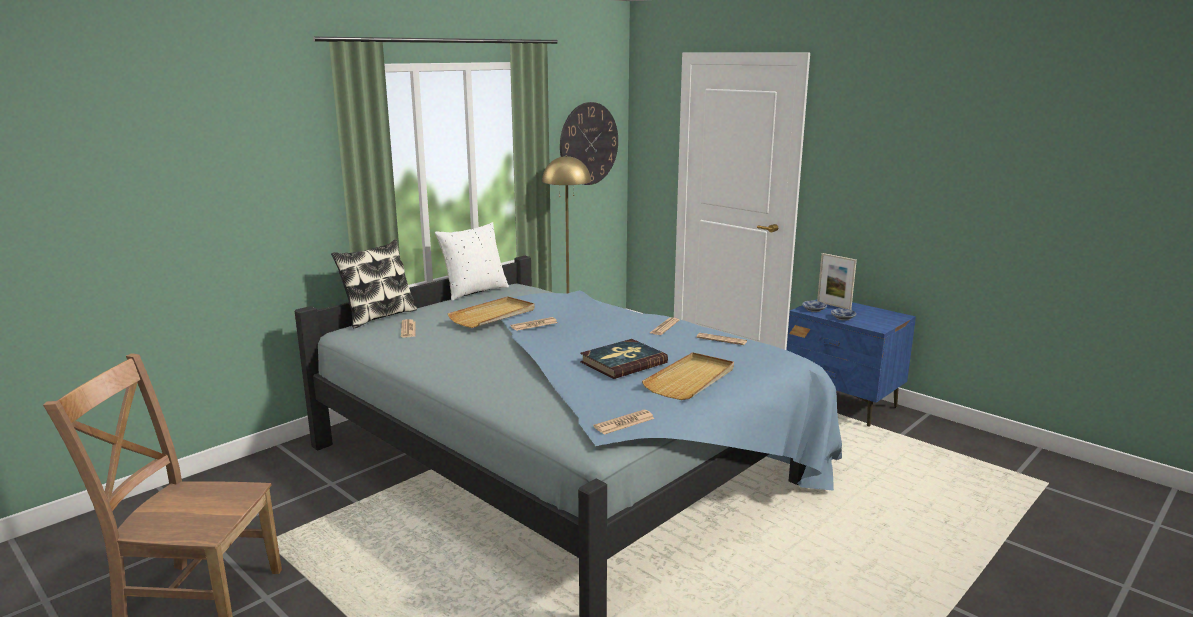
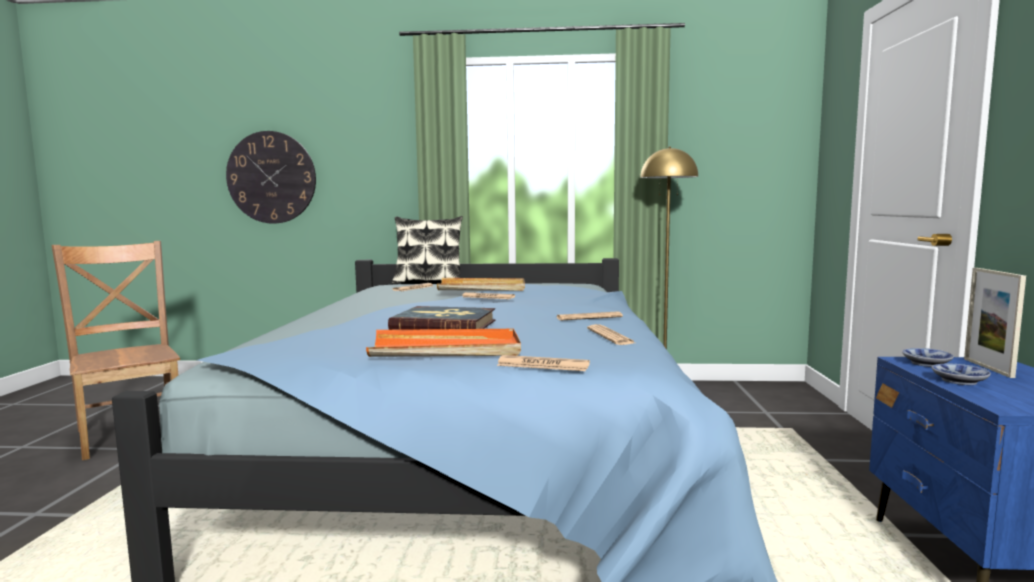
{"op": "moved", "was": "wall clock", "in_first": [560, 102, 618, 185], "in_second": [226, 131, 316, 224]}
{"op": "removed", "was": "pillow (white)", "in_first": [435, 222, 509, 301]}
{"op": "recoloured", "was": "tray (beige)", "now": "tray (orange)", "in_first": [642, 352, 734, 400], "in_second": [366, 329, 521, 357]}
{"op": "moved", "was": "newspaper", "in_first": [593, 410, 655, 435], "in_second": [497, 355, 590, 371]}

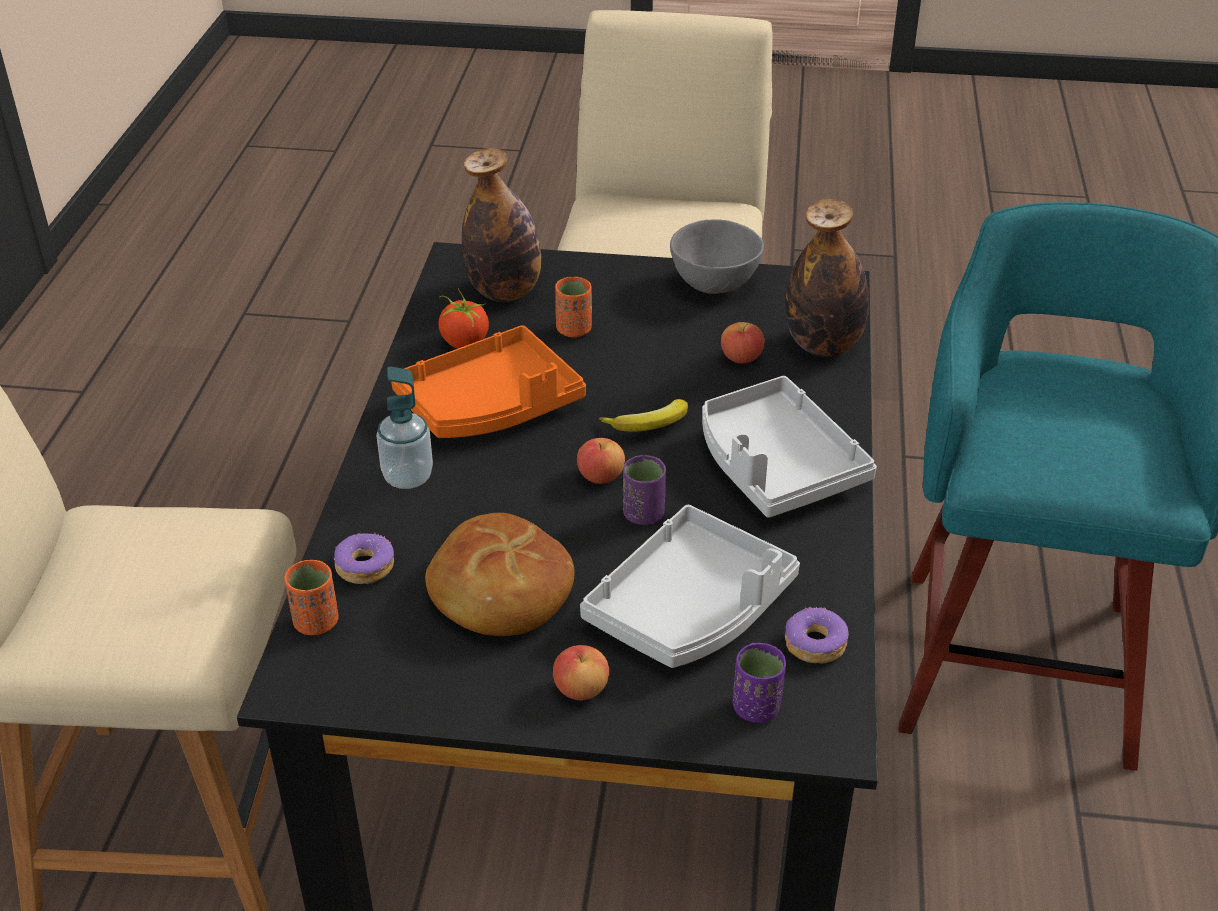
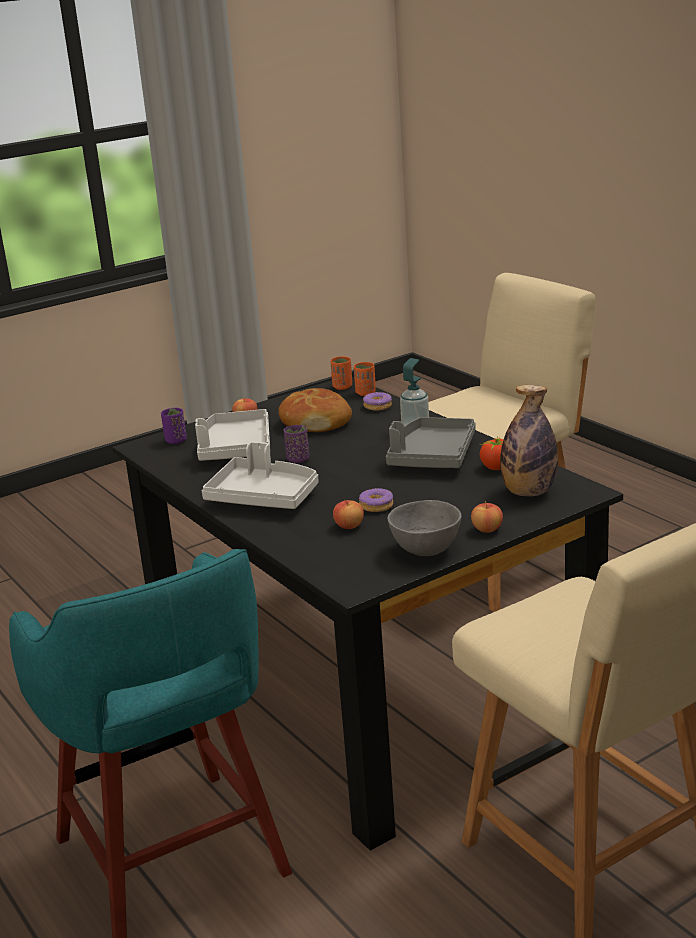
{"op": "removed", "was": "bottle", "in_first": [786, 199, 869, 357]}
{"op": "moved", "was": "cup (orange)", "in_first": [555, 277, 592, 337], "in_second": [330, 356, 352, 390]}
{"op": "recoloured", "was": "tray (orange)", "now": "tray (grey)", "in_first": [391, 325, 586, 438], "in_second": [386, 417, 475, 468]}
{"op": "removed", "was": "banana", "in_first": [599, 399, 688, 432]}
{"op": "moved", "was": "apple", "in_first": [577, 438, 625, 484], "in_second": [471, 501, 503, 533]}
{"op": "moved", "was": "donut", "in_first": [785, 607, 849, 664], "in_second": [359, 488, 393, 512]}

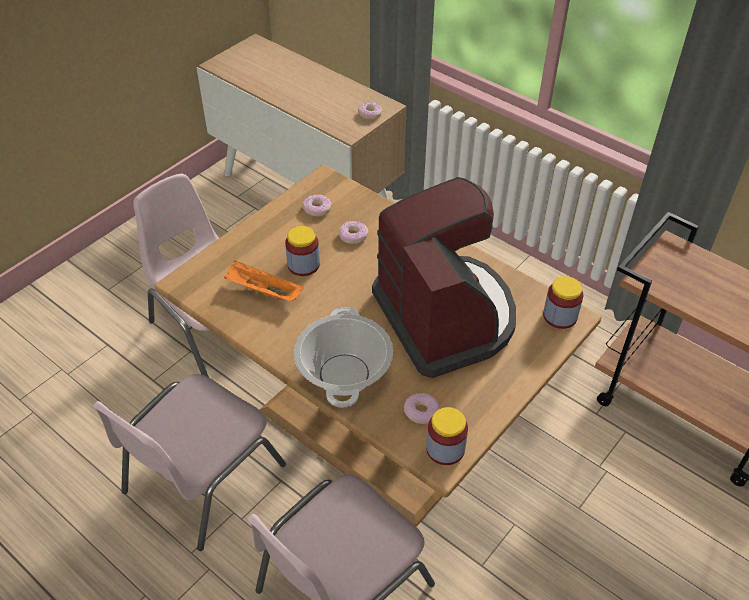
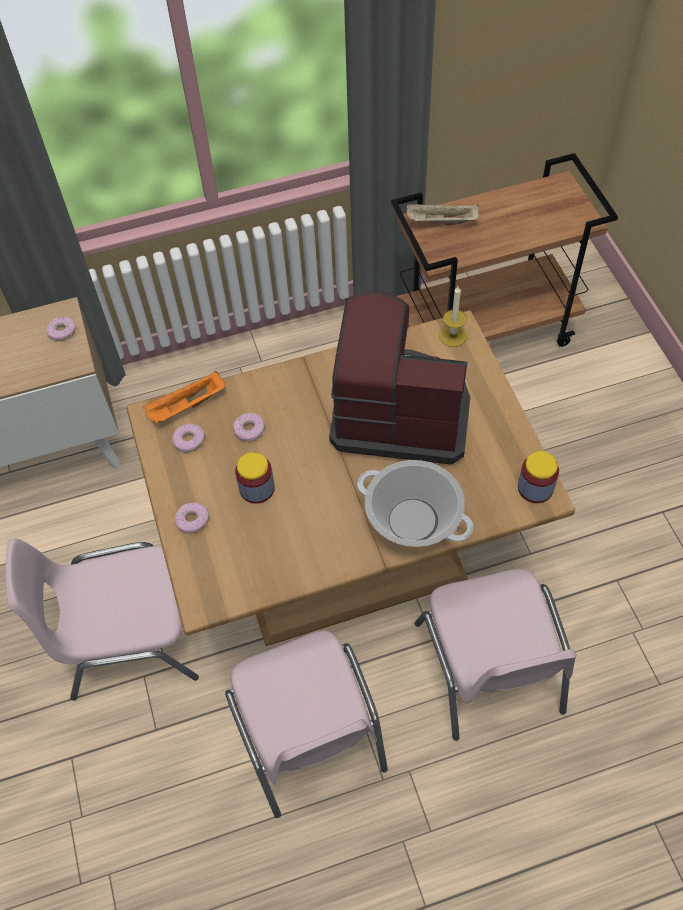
{"op": "moved", "was": "tray (orange)", "in_first": [224, 260, 304, 301], "in_second": [143, 371, 225, 424]}
{"op": "replaced", "was": "jar", "now": "candle", "in_first": [543, 276, 583, 329], "in_second": [439, 286, 467, 347]}
{"op": "moved", "was": "donut", "in_first": [404, 393, 440, 424], "in_second": [175, 502, 209, 534]}
{"op": "added", "now": "tray (beige)", "in_second": [407, 204, 479, 225]}

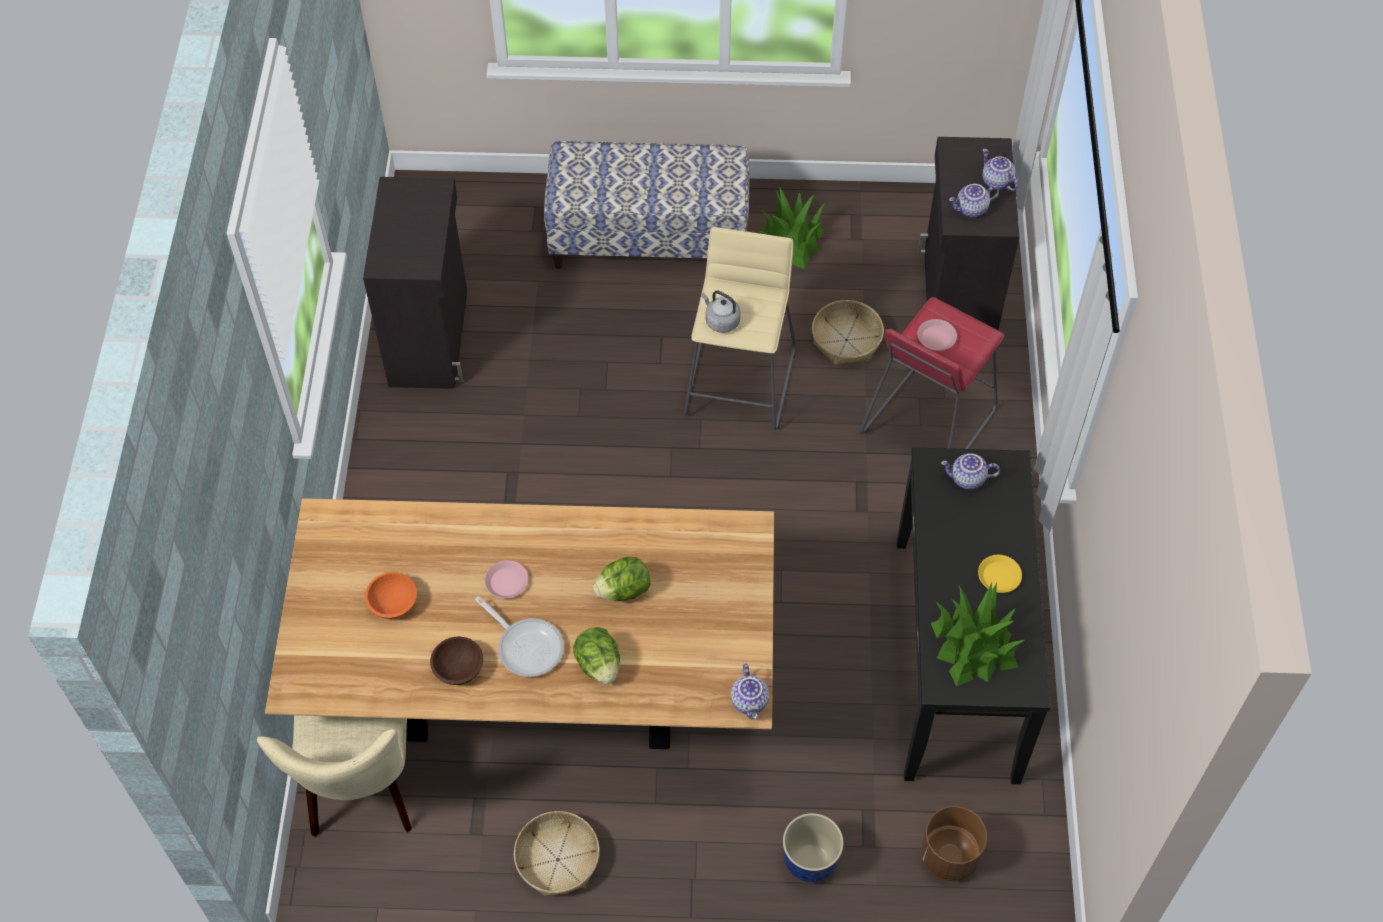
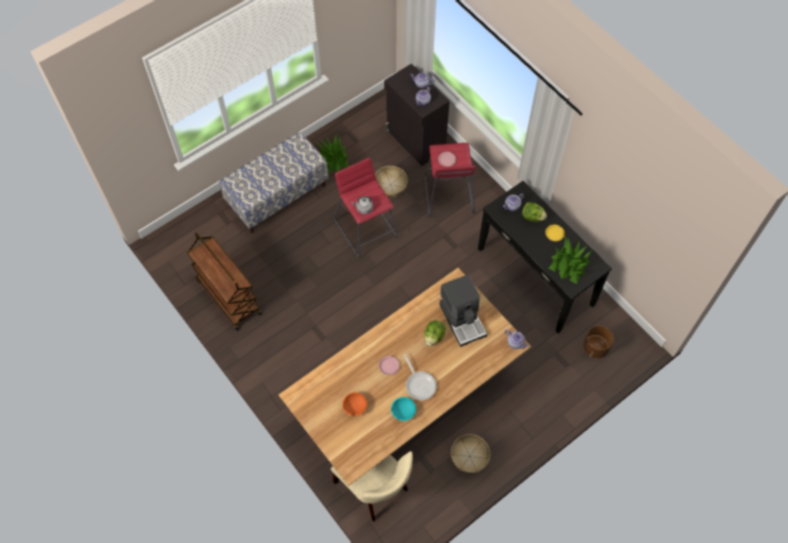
{"op": "replaced", "was": "cabinet (black)", "now": "cart (brown)", "in_first": [363, 177, 467, 389], "in_second": [187, 232, 262, 331]}
{"op": "recoloured", "was": "stool (beige)", "now": "stool (red)", "in_first": [684, 227, 796, 430], "in_second": [334, 157, 398, 257]}
{"op": "turned", "was": "frying pan", "in_first": [475, 596, 564, 677], "in_second": [403, 354, 437, 400], "clockwise": 60}
{"op": "moved", "was": "lettuce", "in_first": [573, 627, 620, 684], "in_second": [522, 202, 547, 222]}
{"op": "recoloured", "was": "bowl (brown)", "now": "bowl (turquoise)", "in_first": [430, 637, 483, 685], "in_second": [391, 397, 416, 421]}
{"op": "removed", "was": "planter", "in_first": [783, 813, 844, 882]}
{"op": "added", "now": "coffee machine", "in_second": [439, 274, 487, 347]}

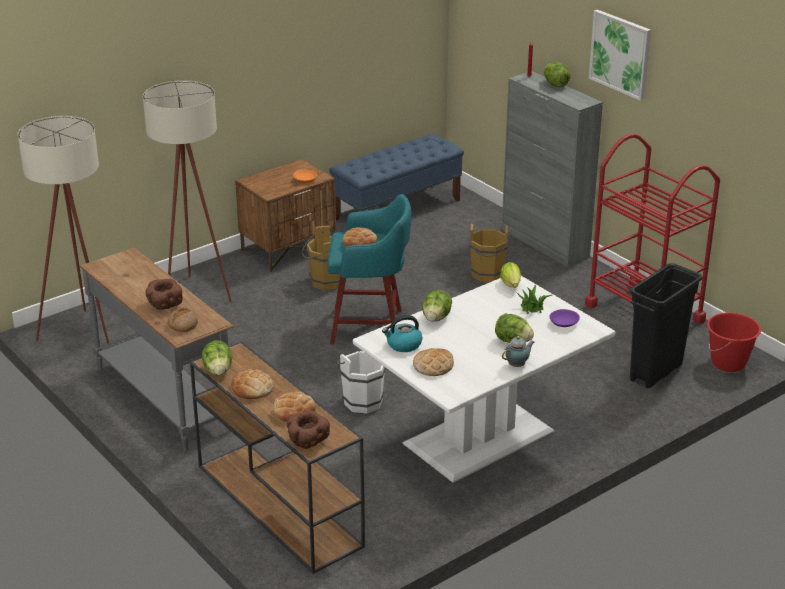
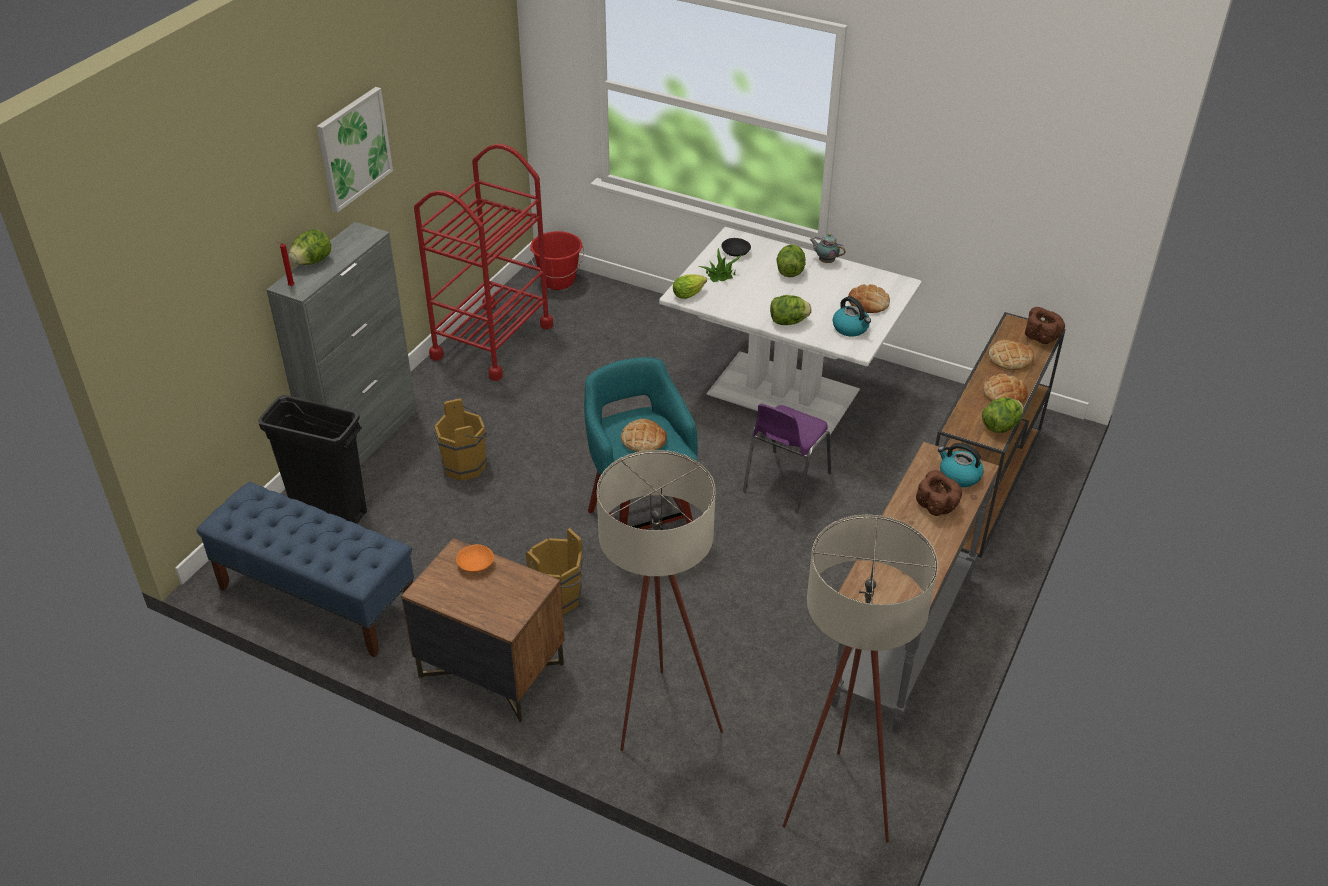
{"op": "moved", "was": "trash can (black)", "in_first": [630, 263, 703, 388], "in_second": [258, 395, 367, 524]}
{"op": "replaced", "was": "bread", "now": "kettle", "in_first": [168, 307, 198, 332], "in_second": [938, 443, 984, 487]}
{"op": "recoloured", "was": "bowl (purple)", "now": "bowl (black)", "in_first": [549, 309, 580, 327], "in_second": [722, 238, 751, 257]}
{"op": "replaced", "was": "bucket (white)", "now": "chair (purple)", "in_first": [337, 351, 386, 414], "in_second": [743, 403, 831, 513]}

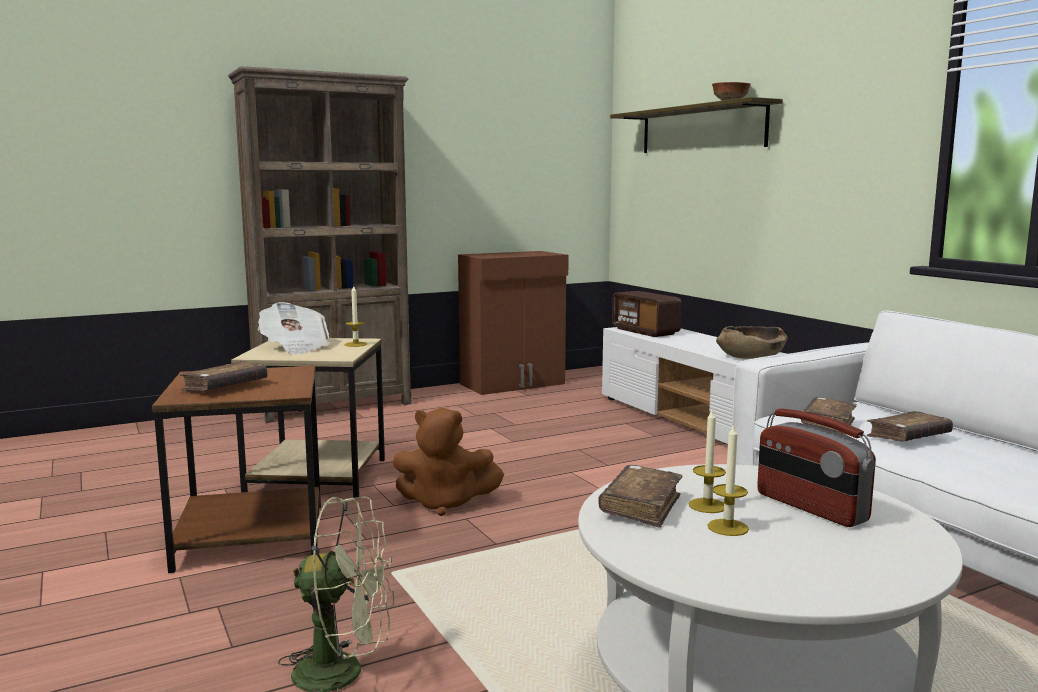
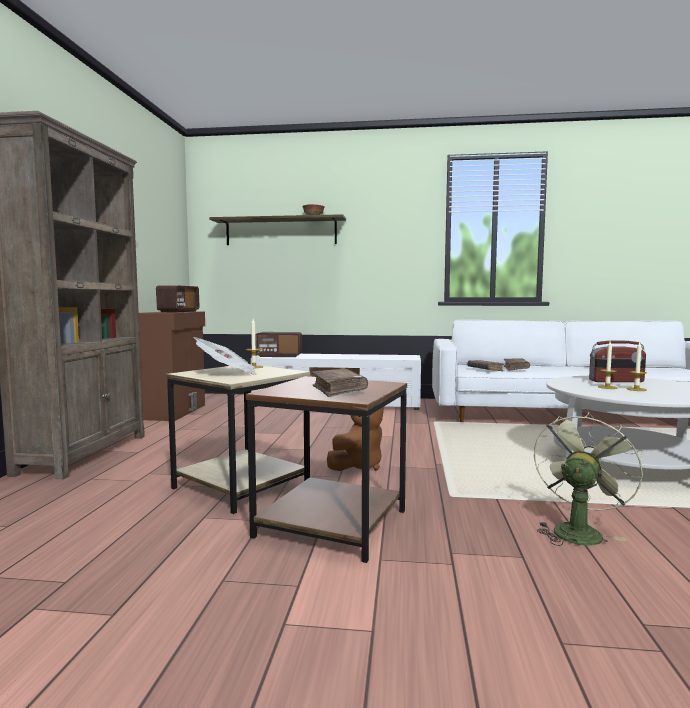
{"op": "removed", "was": "bowl (brown)", "in_first": [716, 326, 788, 359]}
{"op": "removed", "was": "book (brown)", "in_first": [598, 465, 682, 528]}
{"op": "added", "now": "radio", "in_second": [156, 285, 199, 312]}

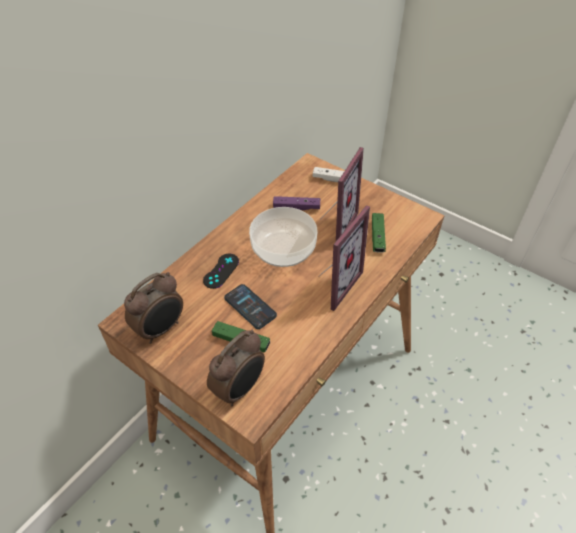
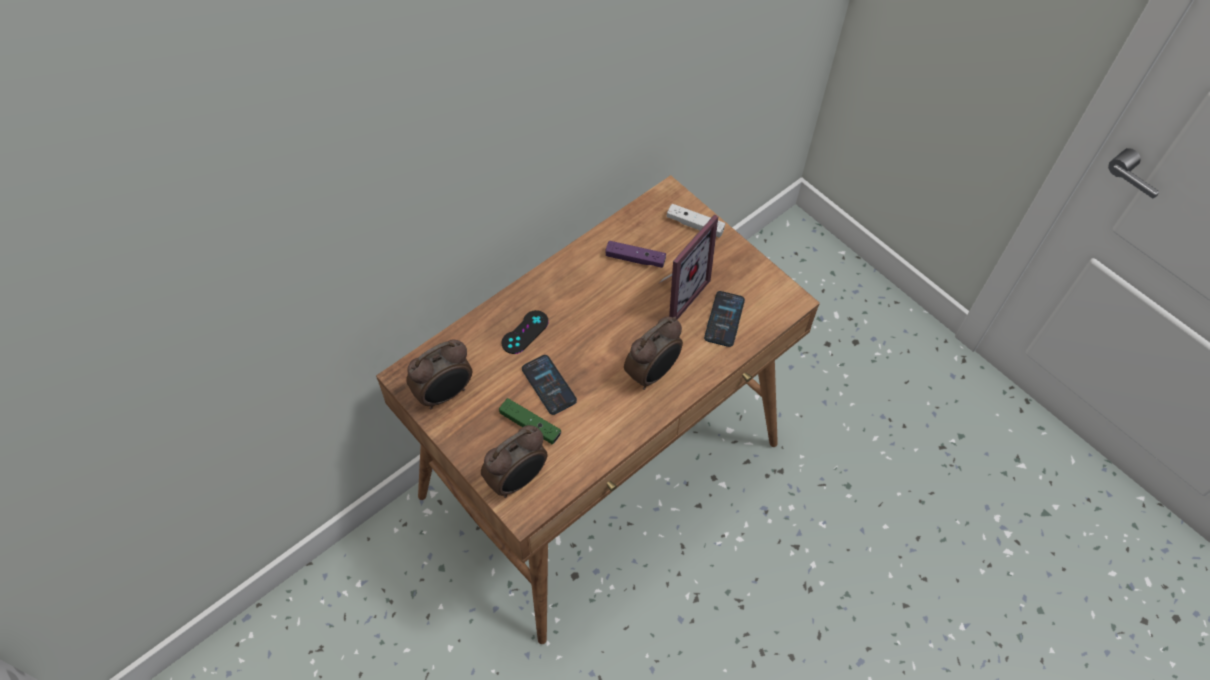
{"op": "replaced", "was": "picture frame", "now": "alarm clock", "in_first": [320, 205, 370, 311], "in_second": [624, 317, 683, 390]}
{"op": "removed", "was": "bowl", "in_first": [249, 207, 317, 267]}
{"op": "replaced", "was": "game controller (green)", "now": "phone", "in_first": [372, 213, 386, 253], "in_second": [704, 291, 745, 347]}

